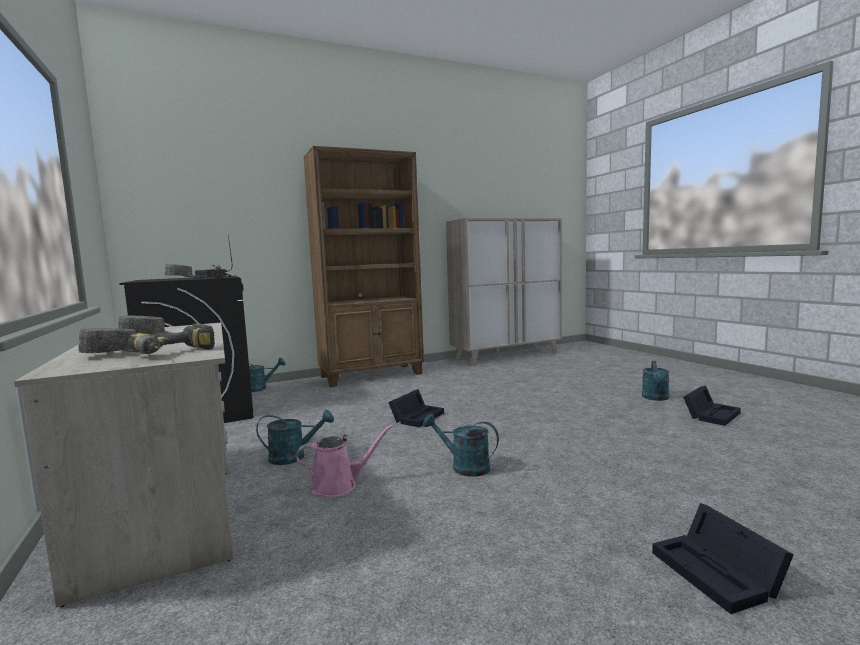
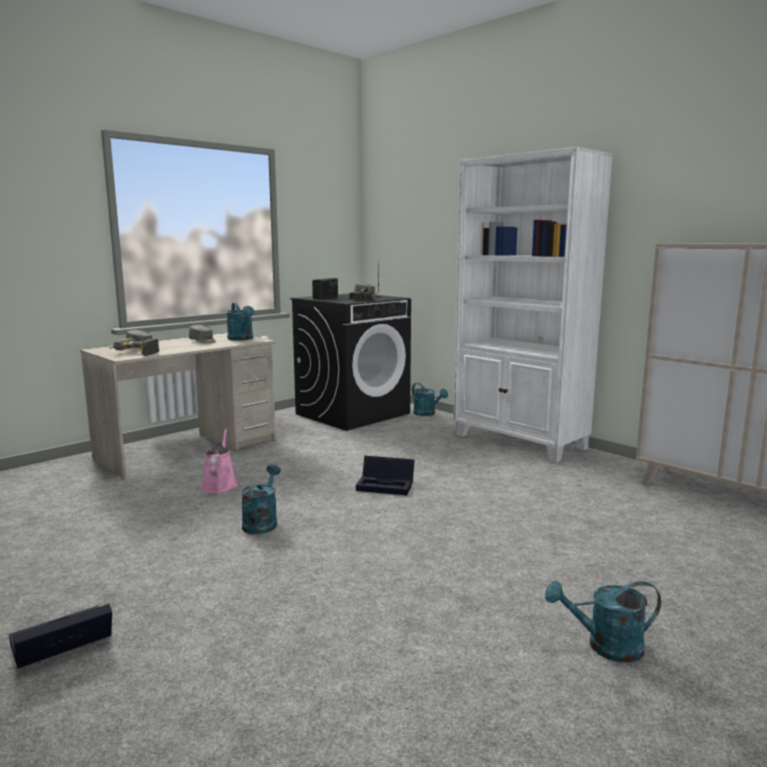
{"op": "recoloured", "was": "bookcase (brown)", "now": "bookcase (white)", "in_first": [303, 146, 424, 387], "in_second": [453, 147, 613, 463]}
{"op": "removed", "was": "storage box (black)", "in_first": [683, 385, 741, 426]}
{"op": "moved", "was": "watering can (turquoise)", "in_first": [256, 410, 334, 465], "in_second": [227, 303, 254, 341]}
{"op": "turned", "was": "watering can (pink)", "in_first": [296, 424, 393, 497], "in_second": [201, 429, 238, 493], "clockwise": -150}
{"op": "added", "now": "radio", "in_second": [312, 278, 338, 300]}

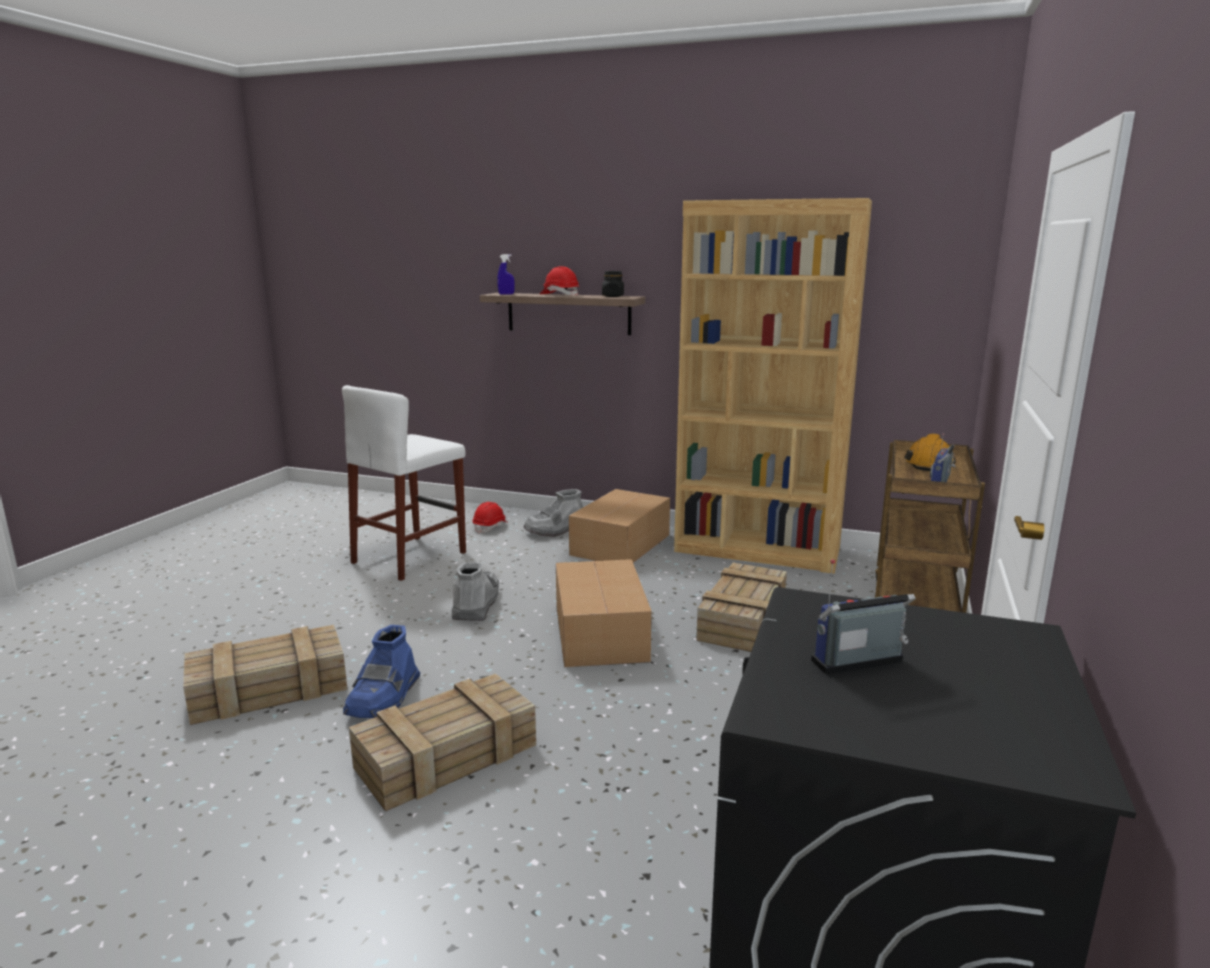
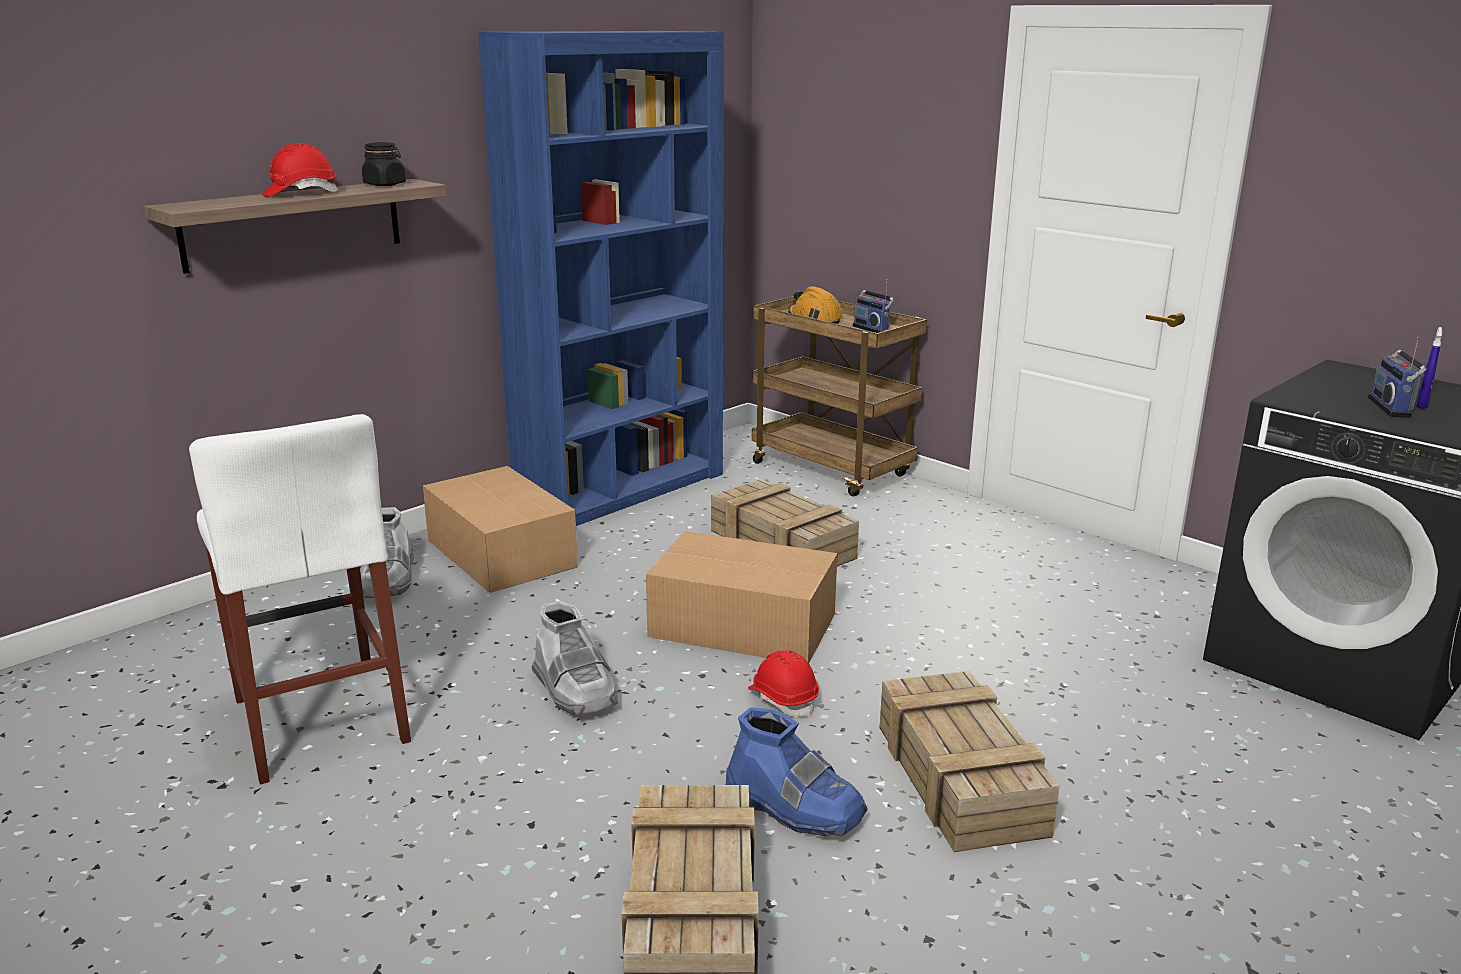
{"op": "recoloured", "was": "bookcase (brown)", "now": "bookcase (blue)", "in_first": [674, 198, 872, 574], "in_second": [478, 31, 724, 526]}
{"op": "moved", "was": "spray bottle (blue)", "in_first": [497, 254, 515, 295], "in_second": [1416, 327, 1443, 409]}
{"op": "moved", "was": "hard hat (red)", "in_first": [472, 502, 507, 534], "in_second": [748, 650, 819, 717]}
{"op": "turned", "was": "boot (grey)", "in_first": [452, 562, 499, 621], "in_second": [531, 601, 618, 716], "clockwise": -150}

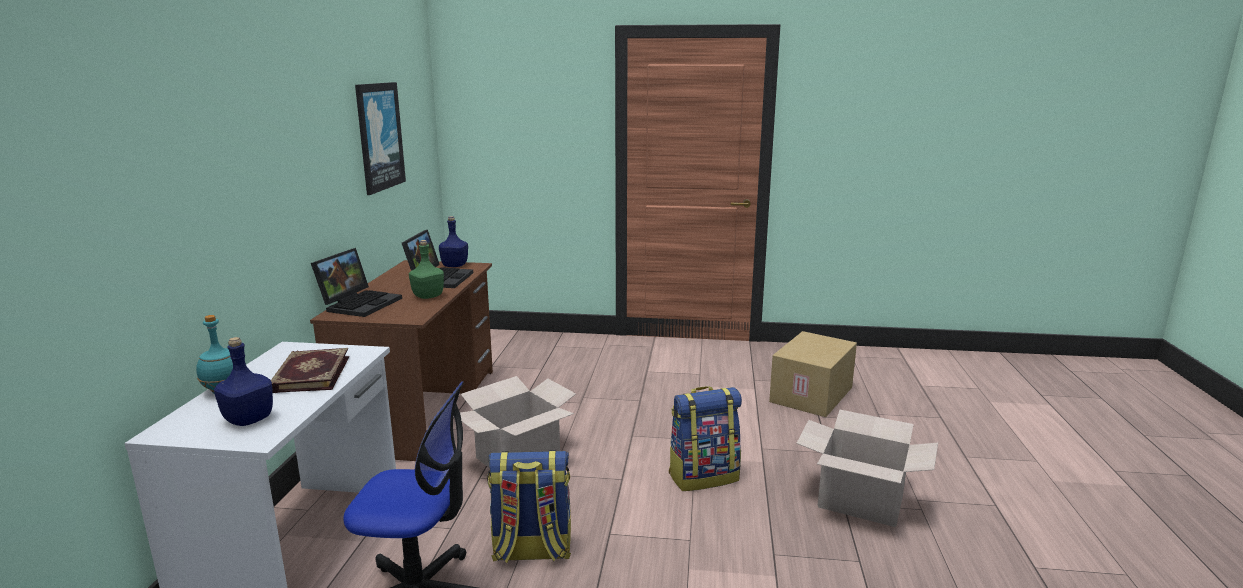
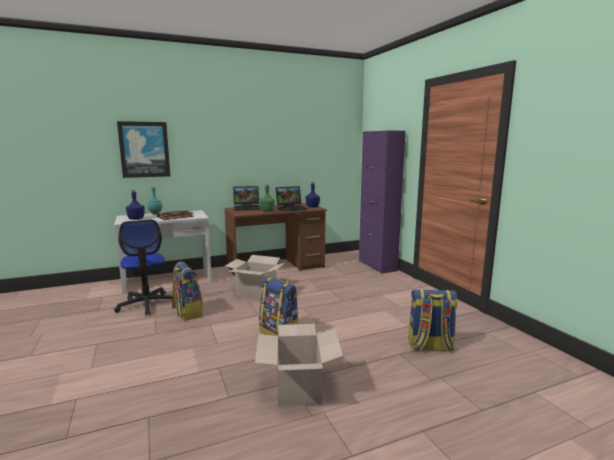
{"op": "moved", "was": "picture", "in_first": [355, 82, 406, 195], "in_second": [117, 121, 170, 178]}
{"op": "replaced", "was": "cardboard box", "now": "backpack", "in_first": [769, 331, 857, 417], "in_second": [409, 290, 457, 351]}
{"op": "added", "now": "cabinet (purple)", "in_second": [359, 130, 406, 274]}

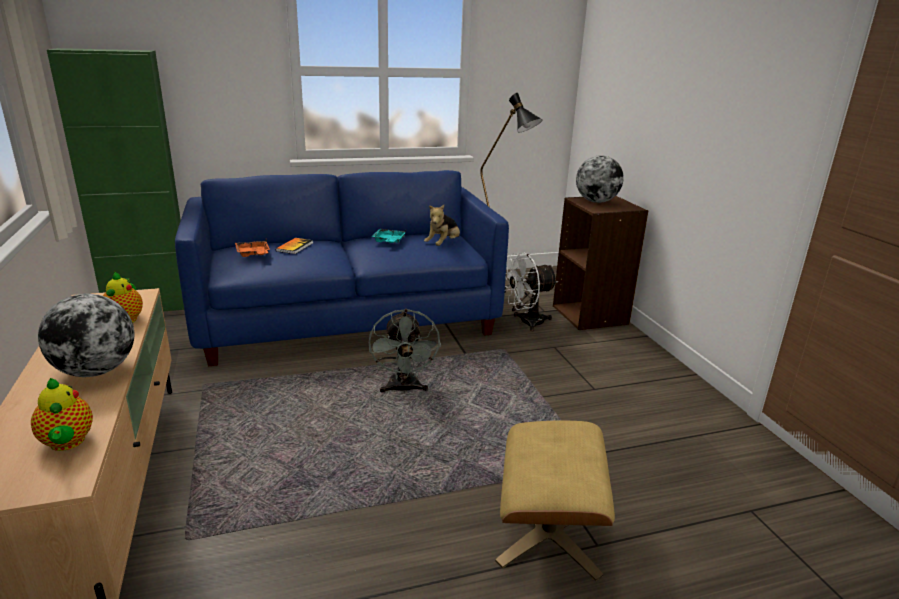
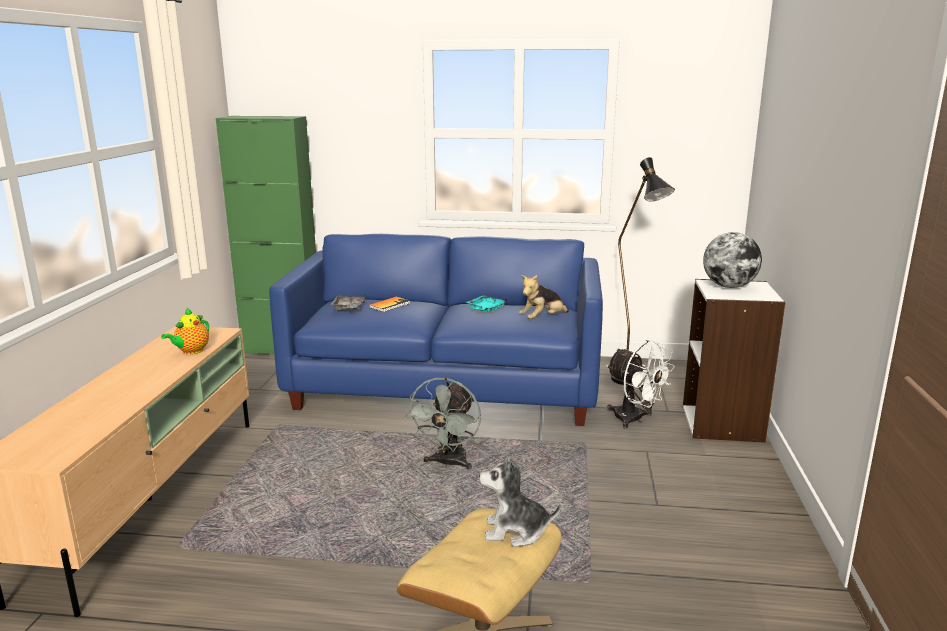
{"op": "recoloured", "was": "bookcase (brown)", "now": "bookcase (white)", "in_first": [553, 196, 648, 330], "in_second": [683, 279, 786, 443]}
{"op": "recoloured", "was": "tray (orange)", "now": "tray (grey)", "in_first": [235, 239, 270, 257], "in_second": [330, 295, 365, 310]}
{"op": "turned", "was": "fan (white)", "in_first": [505, 253, 558, 331], "in_second": [606, 340, 675, 429], "clockwise": -135}
{"op": "removed", "was": "globe", "in_first": [38, 294, 134, 377]}
{"op": "removed", "was": "teapot", "in_first": [31, 378, 93, 451]}
{"op": "added", "now": "plush toy", "in_second": [479, 453, 561, 547]}

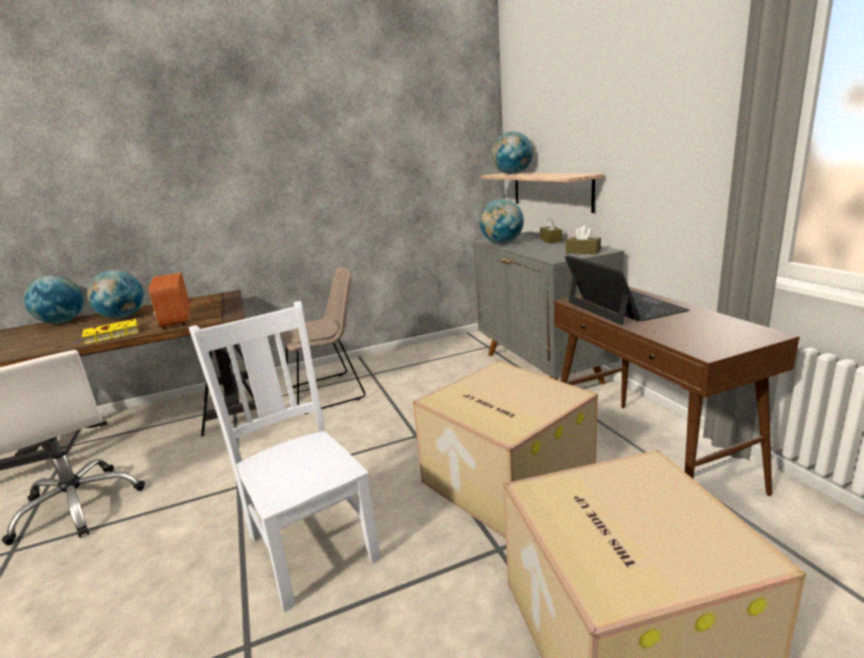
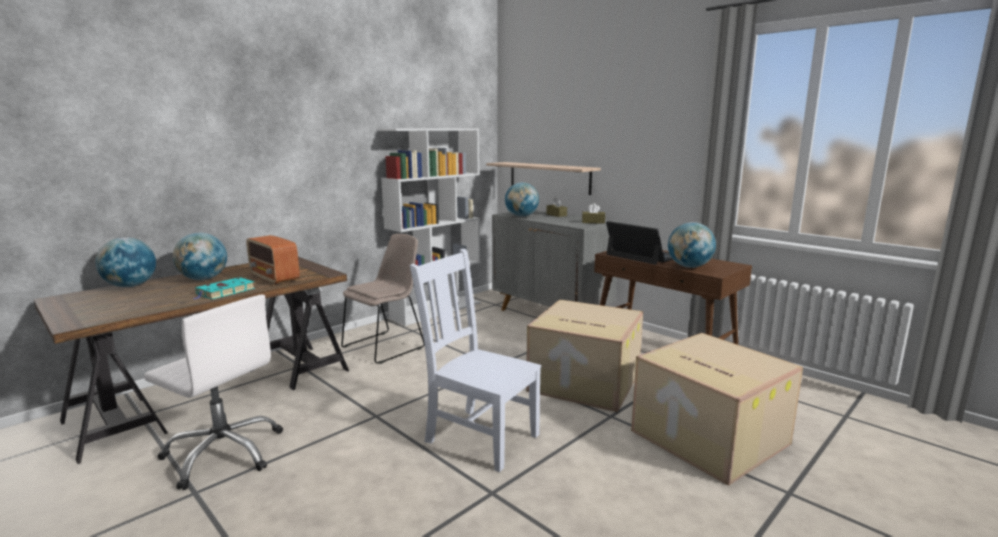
{"op": "moved", "was": "globe", "in_first": [492, 131, 533, 174], "in_second": [668, 222, 716, 268]}
{"op": "recoloured", "was": "book (yellow)", "now": "book (turquoise)", "in_first": [75, 319, 139, 344], "in_second": [193, 277, 255, 300]}
{"op": "added", "now": "bookcase (white)", "in_second": [379, 128, 481, 326]}

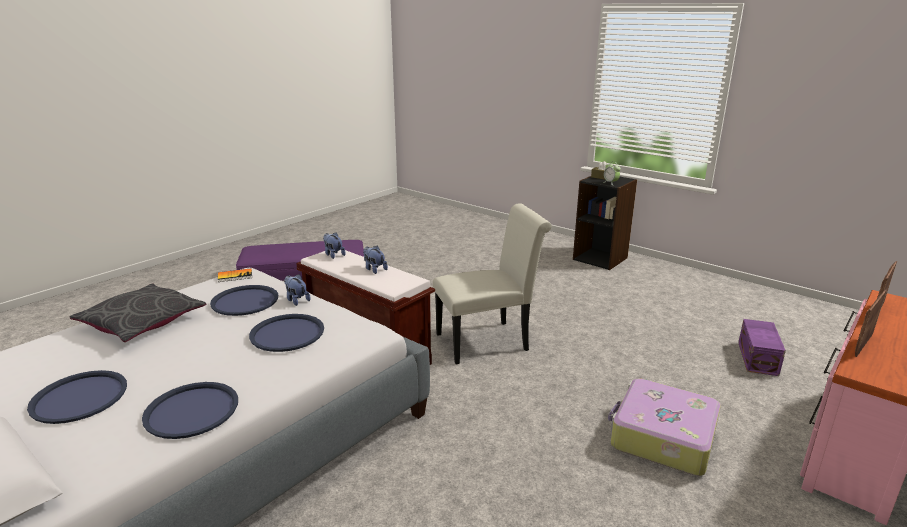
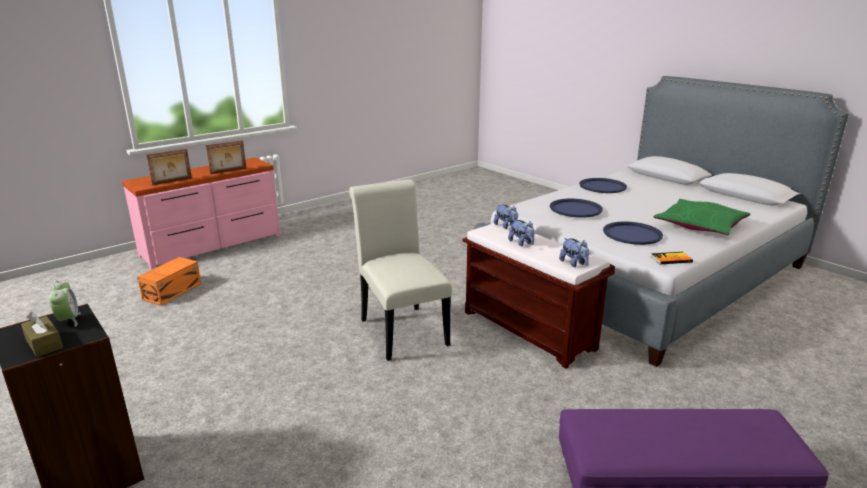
{"op": "turned", "was": "chair (white)", "in_first": [433, 203, 552, 364], "in_second": [349, 179, 452, 361], "clockwise": 75}
{"op": "moved", "was": "plush toy", "in_first": [284, 274, 311, 306], "in_second": [494, 204, 518, 229]}
{"op": "recoloured", "was": "pillow (grey)", "now": "pillow (green)", "in_first": [70, 284, 206, 342], "in_second": [654, 199, 750, 235]}
{"op": "recoloured", "was": "storage box (purple)", "now": "storage box (orange)", "in_first": [738, 319, 786, 376], "in_second": [137, 257, 201, 306]}
{"op": "removed", "was": "tray (blue)", "in_first": [27, 370, 127, 424]}
{"op": "removed", "was": "suitcase", "in_first": [608, 379, 721, 476]}

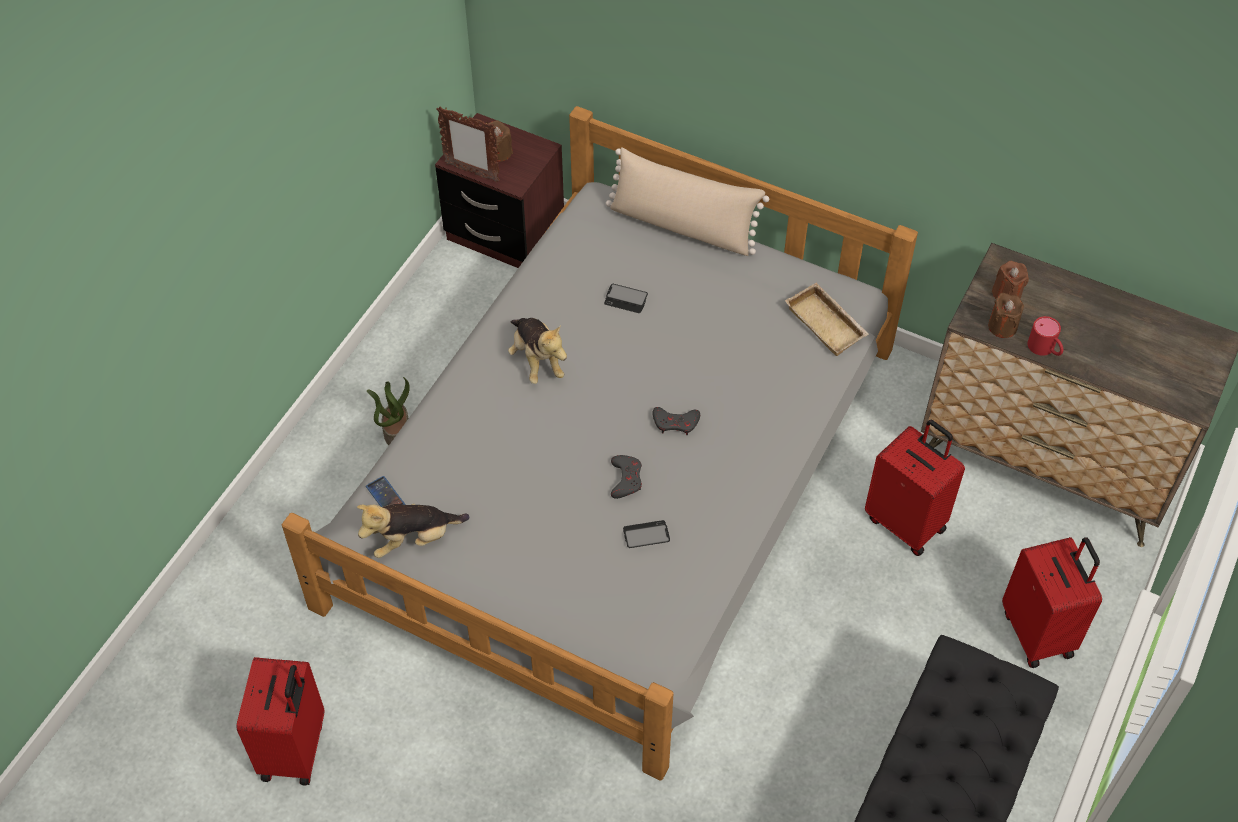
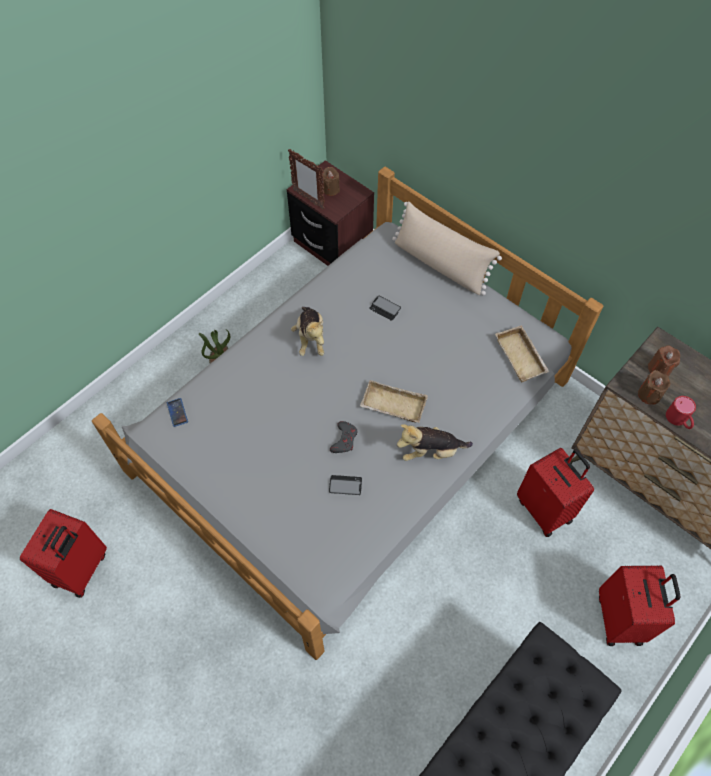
{"op": "replaced", "was": "game controller (grey)", "now": "tray (beige)", "in_first": [652, 407, 700, 435], "in_second": [360, 380, 428, 422]}
{"op": "moved", "was": "plush toy", "in_first": [357, 504, 470, 558], "in_second": [397, 424, 473, 461]}

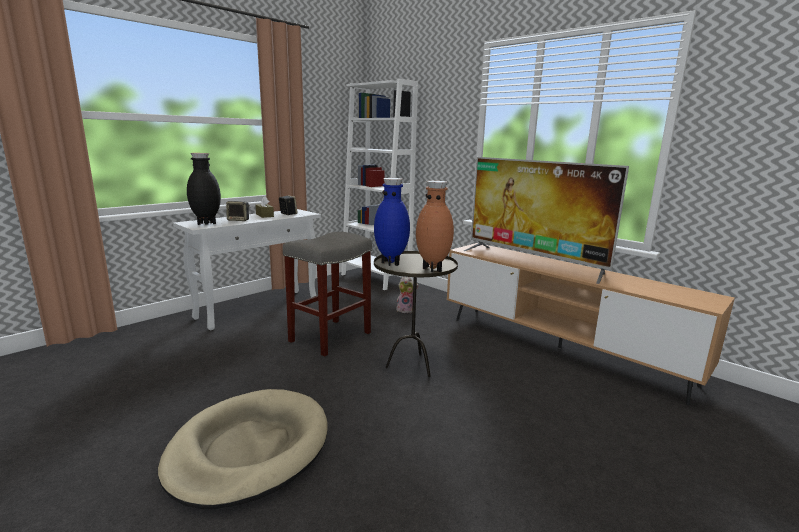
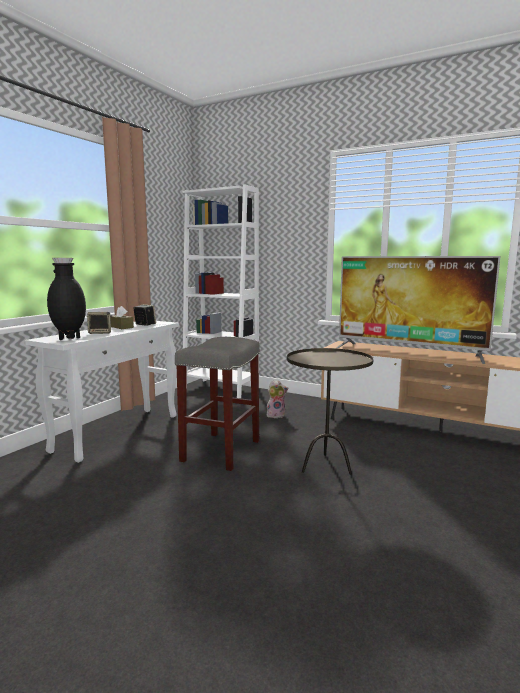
{"op": "removed", "was": "vase (blue)", "in_first": [374, 178, 410, 266]}
{"op": "removed", "was": "vase (brown)", "in_first": [416, 181, 454, 272]}
{"op": "removed", "was": "dog bed (beige)", "in_first": [158, 389, 327, 509]}

